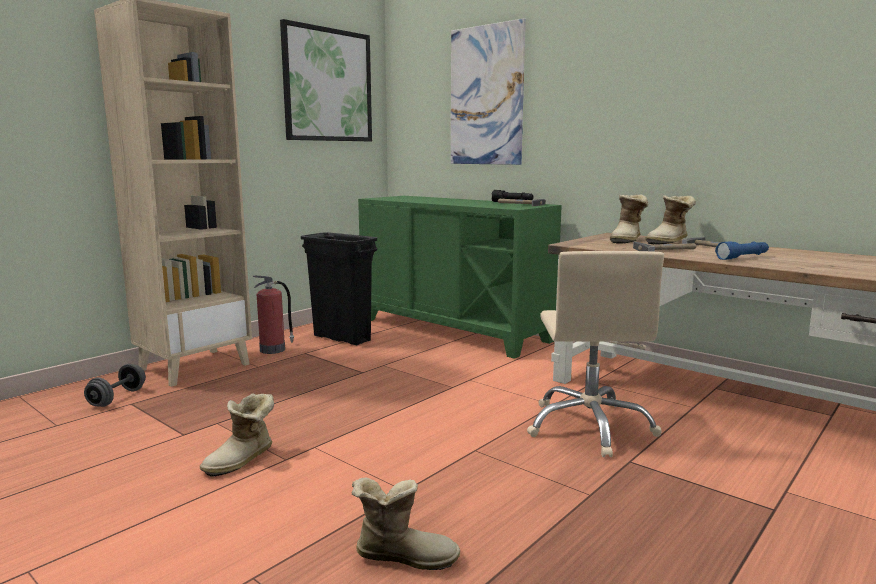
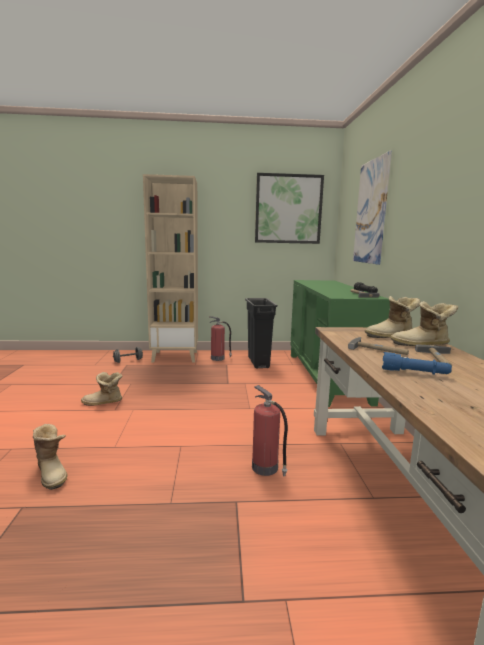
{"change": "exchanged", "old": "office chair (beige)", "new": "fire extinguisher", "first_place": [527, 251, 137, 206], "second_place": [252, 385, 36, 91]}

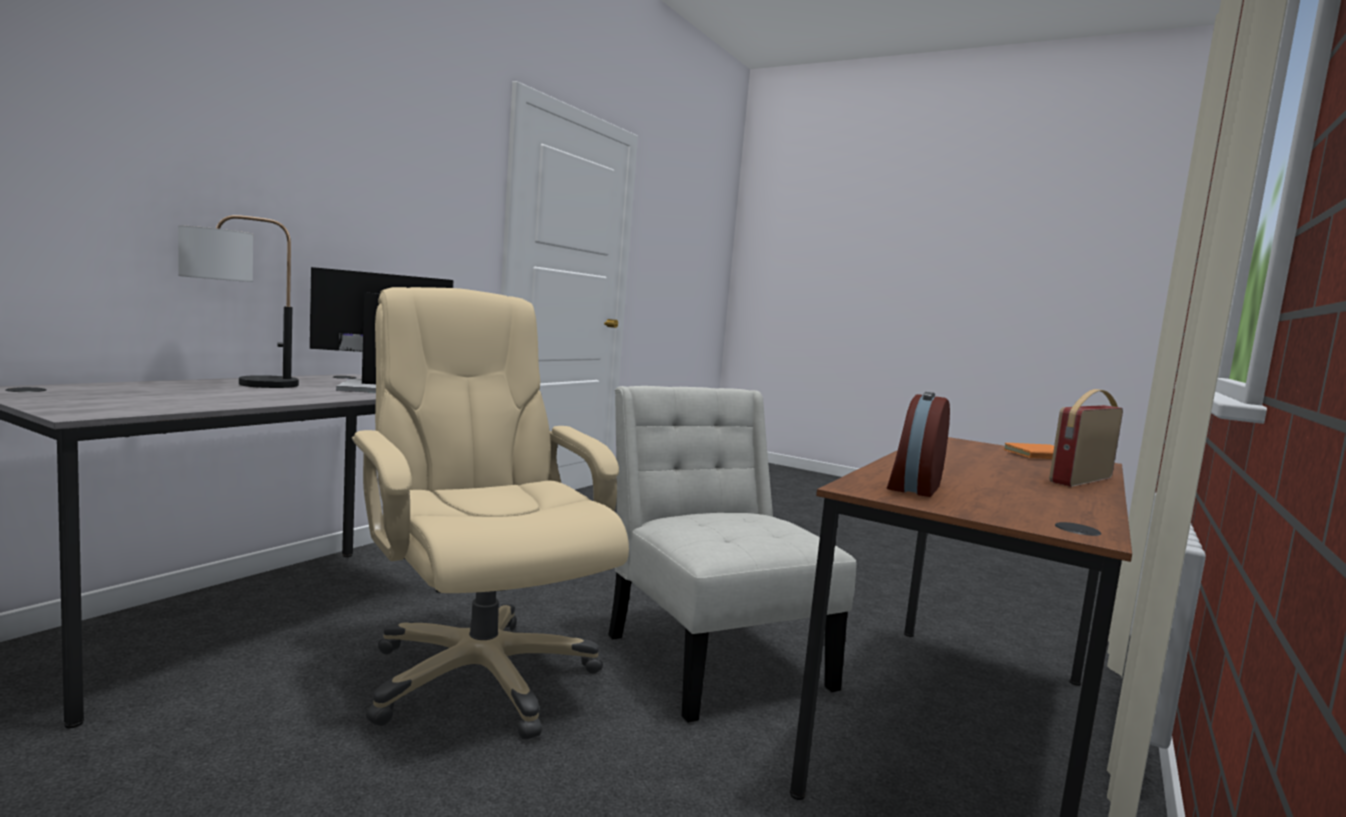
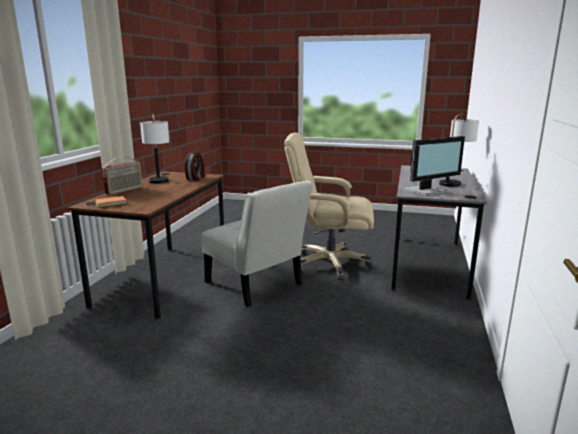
{"change": "appeared", "new": "table lamp", "second_place": [140, 114, 29, 69]}
{"change": "spun", "old": "office chair (beige)", "first_place": [352, 287, 277, 453], "second_place": [284, 132, 90, 148], "degrees": 150}

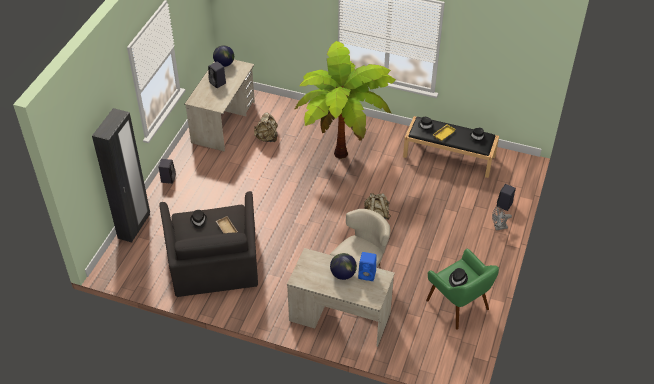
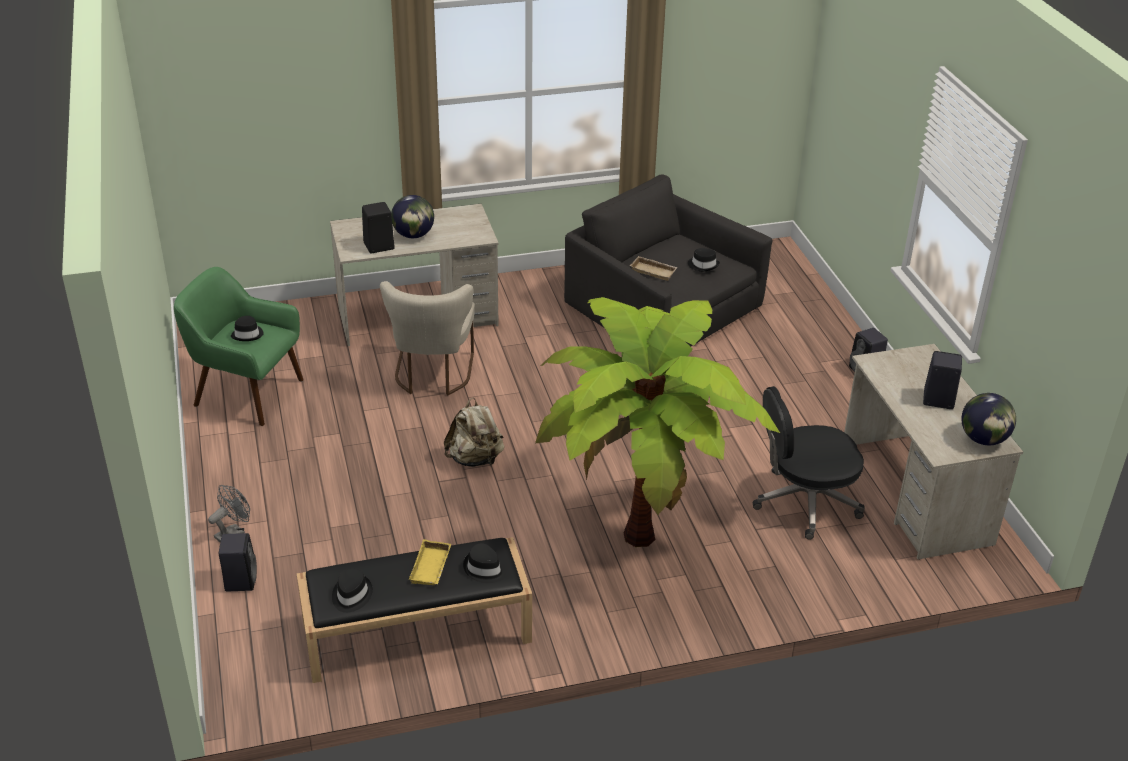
{"change": "missing", "old": "wardrobe (black)", "first_place": [92, 108, 58, 135]}
{"change": "exchanged", "old": "backpack (beige)", "new": "office chair (black)", "first_place": [254, 113, 24, 29], "second_place": [753, 386, 112, 154]}
{"change": "colour", "old": "speaker (blue)", "new": "speaker (black)", "first_place": [358, 252, 18, 29], "second_place": [362, 202, 32, 51]}

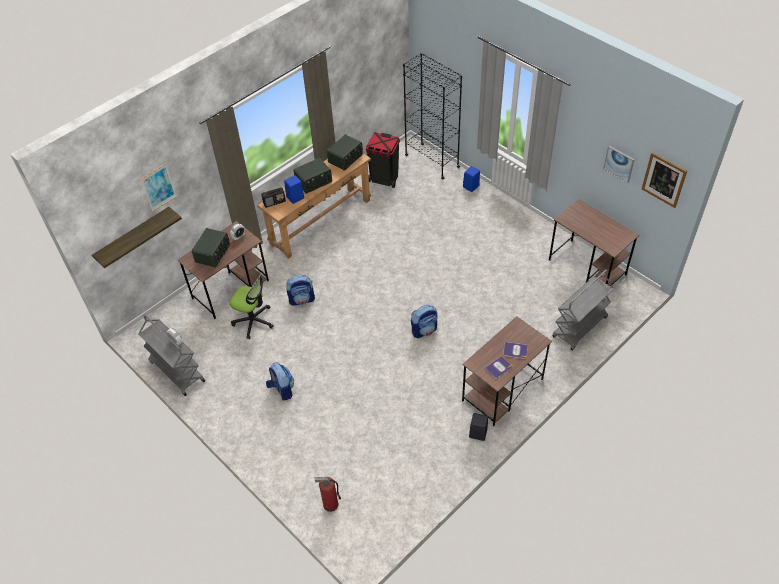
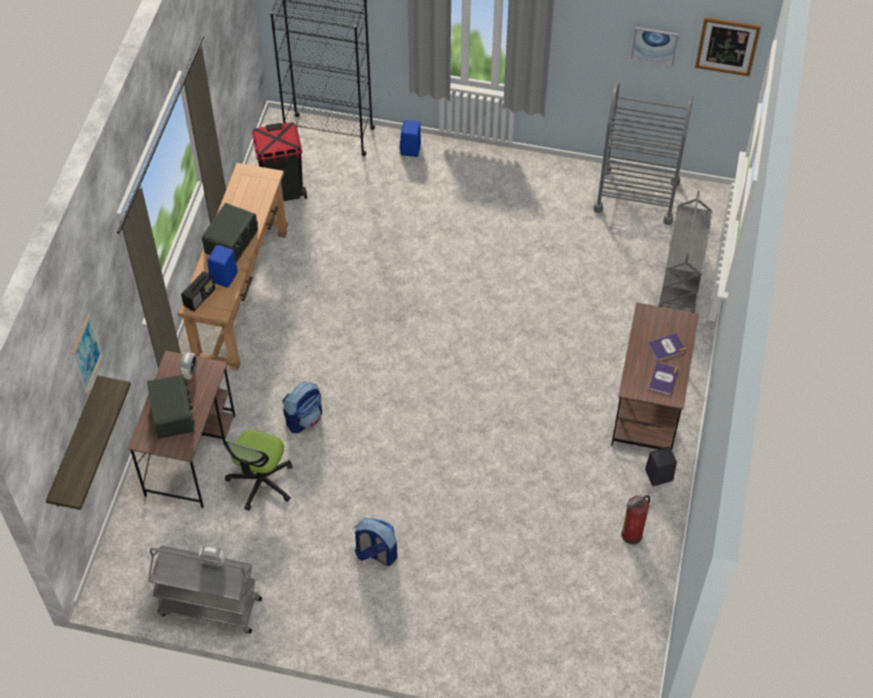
{"change": "missing", "old": "radio", "first_place": [327, 134, 36, 37]}
{"change": "missing", "old": "backpack", "first_place": [411, 305, 26, 33]}
{"change": "relocated", "old": "fire extinguisher", "first_place": [315, 477, 26, 35], "second_place": [621, 495, 29, 49]}
{"change": "exchanged", "old": "desk (brown)", "new": "cart (grey)", "first_place": [549, 199, 90, 87], "second_place": [593, 83, 100, 142]}
{"change": "spun", "old": "office chair", "first_place": [230, 274, 44, 65], "second_place": [224, 430, 69, 81], "degrees": 120}

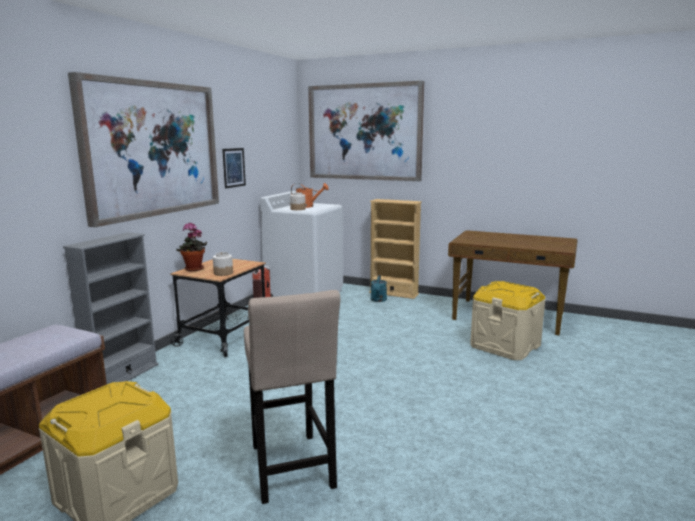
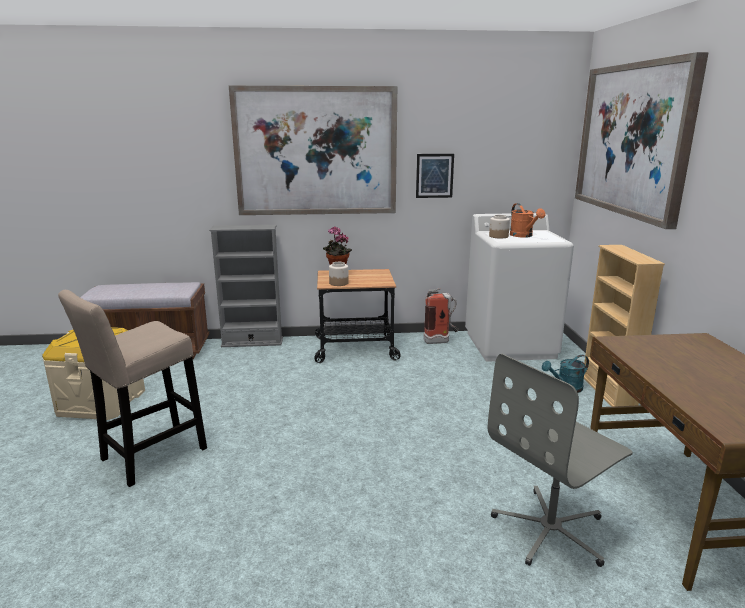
{"change": "exchanged", "old": "storage box (beige)", "new": "office chair (grey)", "first_place": [470, 281, 76, 79], "second_place": [488, 354, 145, 213]}

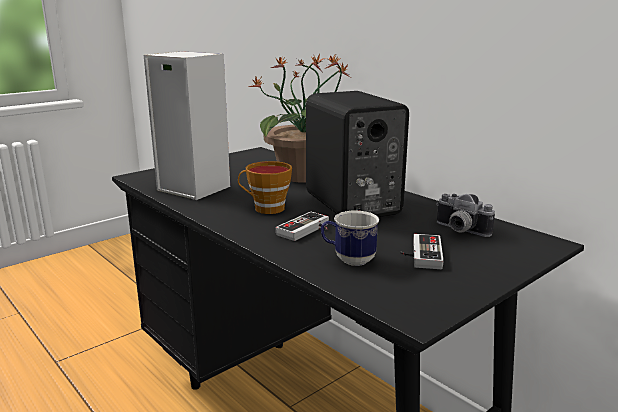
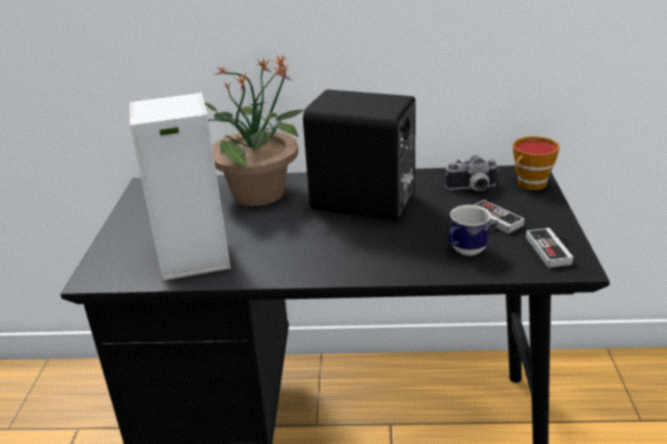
{"change": "relocated", "old": "cup", "first_place": [238, 161, 54, 53], "second_place": [513, 136, 47, 54]}
{"change": "relocated", "old": "game controller", "first_place": [276, 212, 53, 29], "second_place": [526, 228, 47, 40]}

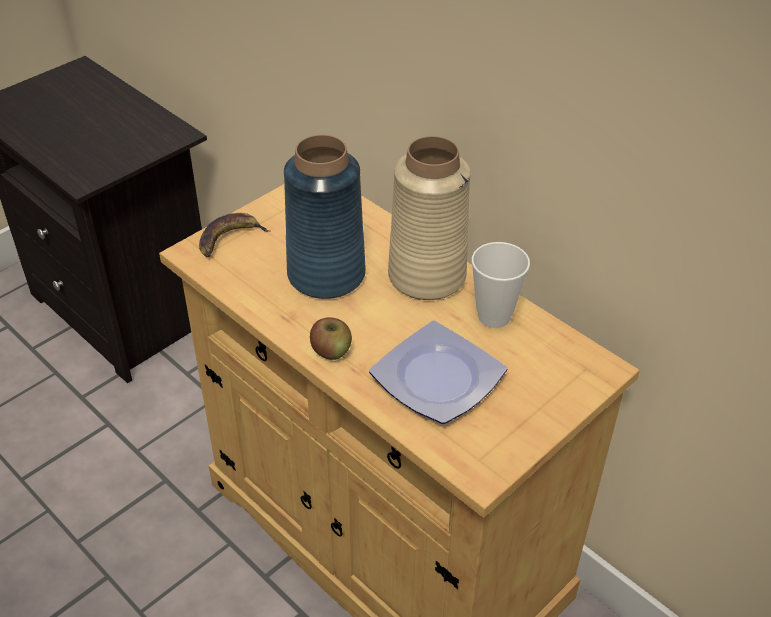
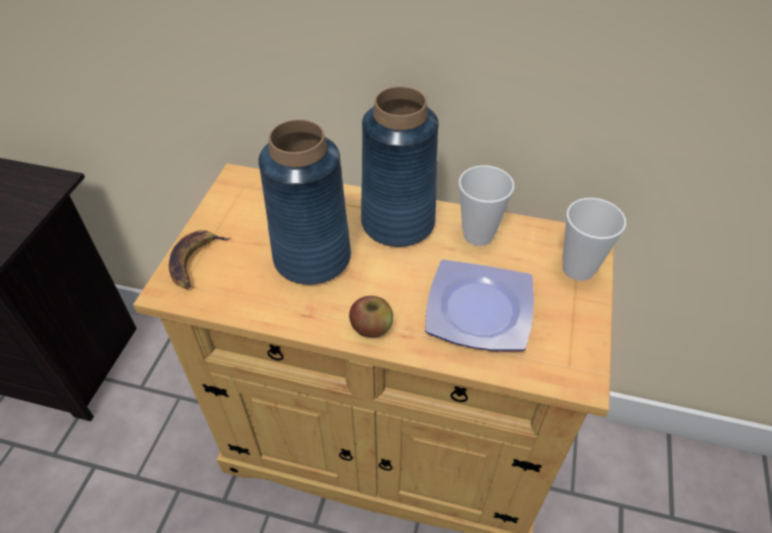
{"change": "appeared", "new": "cup", "second_place": [562, 198, 64, 83]}
{"change": "colour", "old": "vase (beige)", "new": "vase (blue)", "first_place": [388, 136, 83, 164], "second_place": [361, 86, 78, 161]}

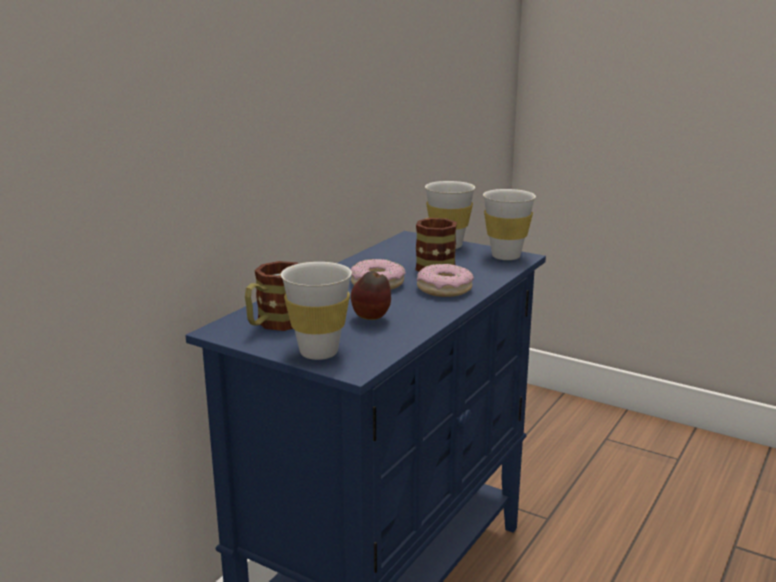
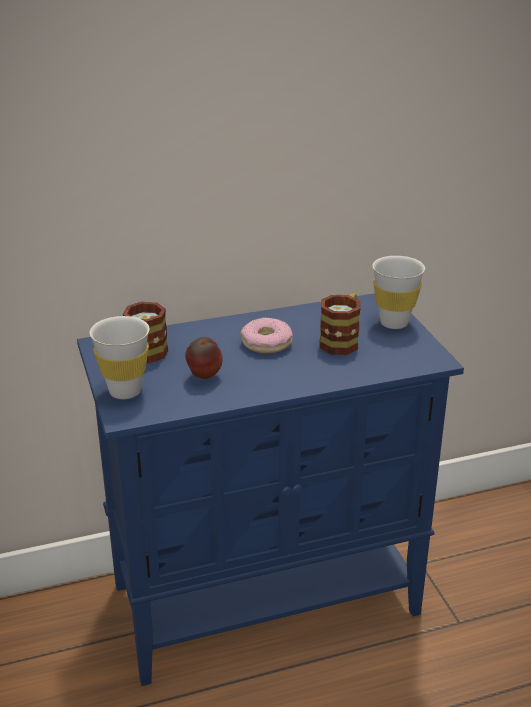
{"change": "missing", "old": "donut", "first_place": [417, 264, 57, 33]}
{"change": "missing", "old": "cup (white)", "first_place": [483, 189, 53, 71]}

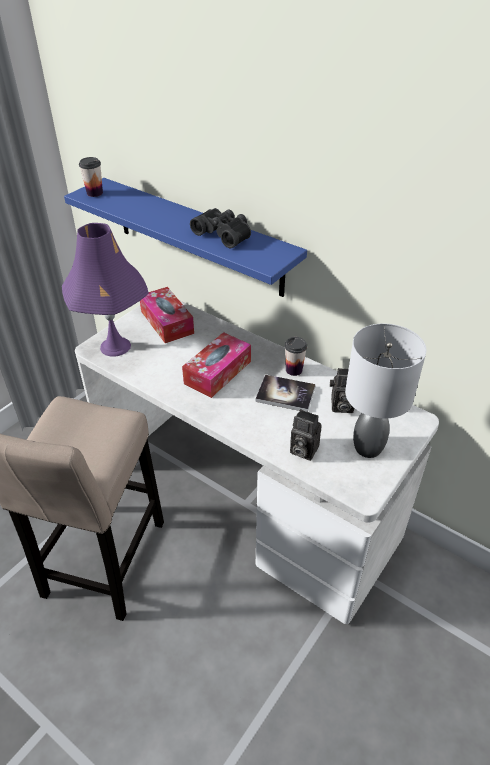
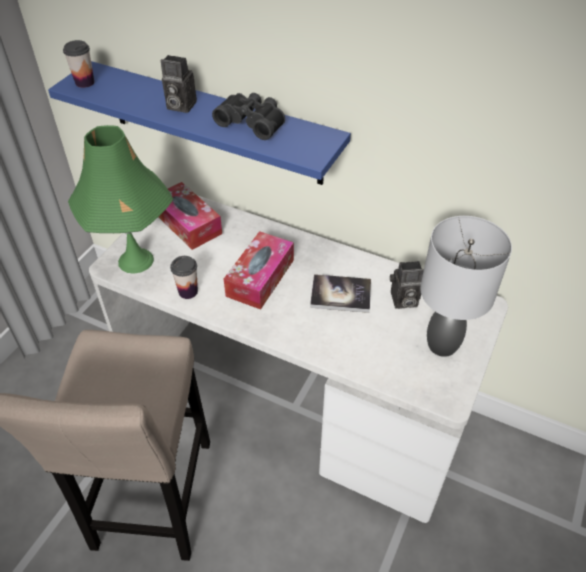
{"change": "relocated", "old": "cup", "first_place": [284, 337, 23, 39], "second_place": [170, 256, 28, 43]}
{"change": "relocated", "old": "photo camera", "first_place": [290, 409, 32, 52], "second_place": [161, 55, 36, 58]}
{"change": "colour", "old": "table lamp (purple)", "new": "table lamp (green)", "first_place": [62, 223, 87, 134], "second_place": [68, 125, 105, 149]}

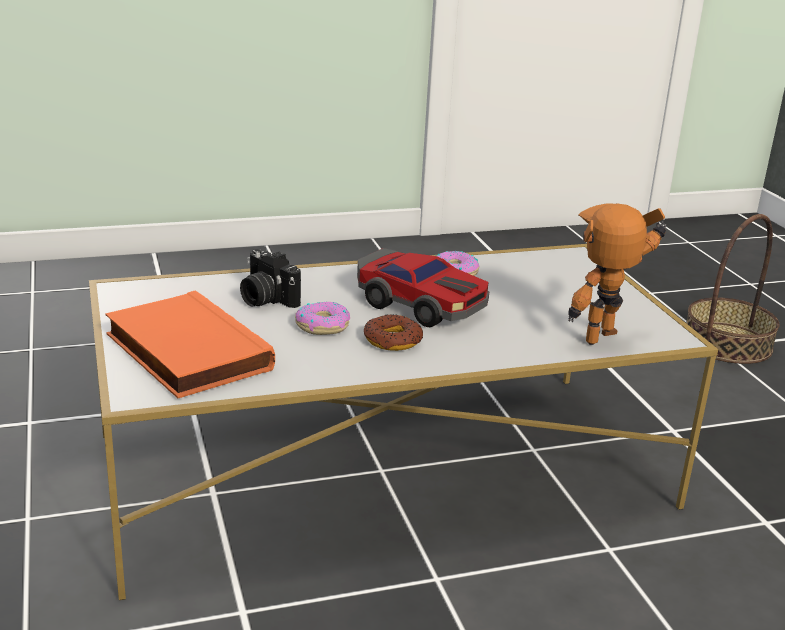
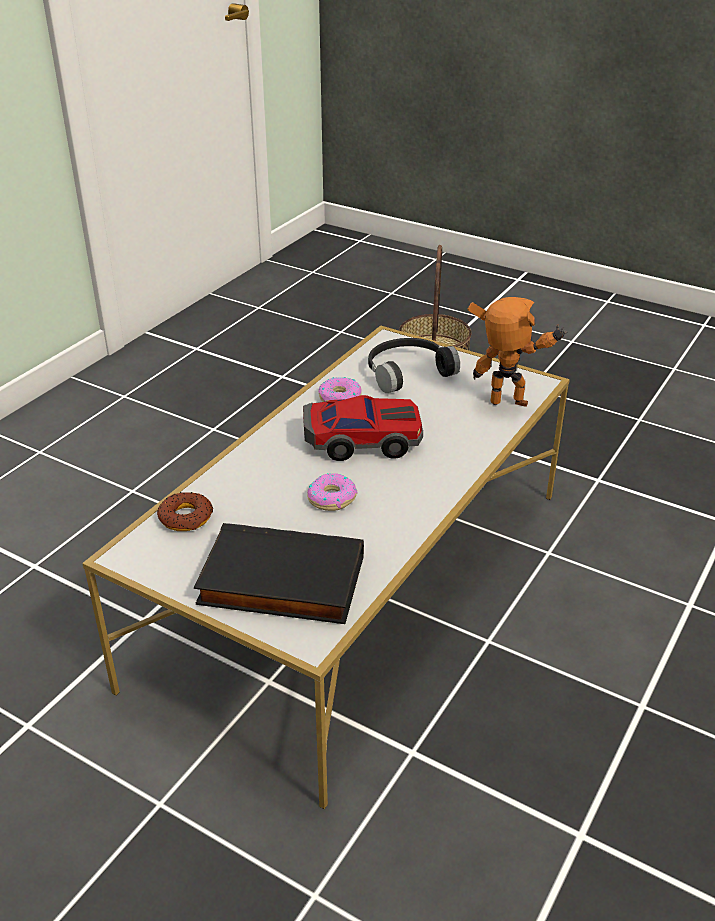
{"change": "missing", "old": "photo camera", "first_place": [240, 249, 61, 59]}
{"change": "appeared", "new": "headphones (black)", "second_place": [368, 338, 92, 55]}
{"change": "relocated", "old": "donut", "first_place": [364, 314, 59, 37], "second_place": [157, 492, 56, 39]}
{"change": "colour", "old": "book (orange)", "new": "book (black)", "first_place": [105, 290, 170, 108], "second_place": [194, 523, 170, 101]}
{"change": "spun", "old": "toy robot", "first_place": [568, 203, 98, 142], "second_place": [468, 297, 99, 110], "degrees": 90}

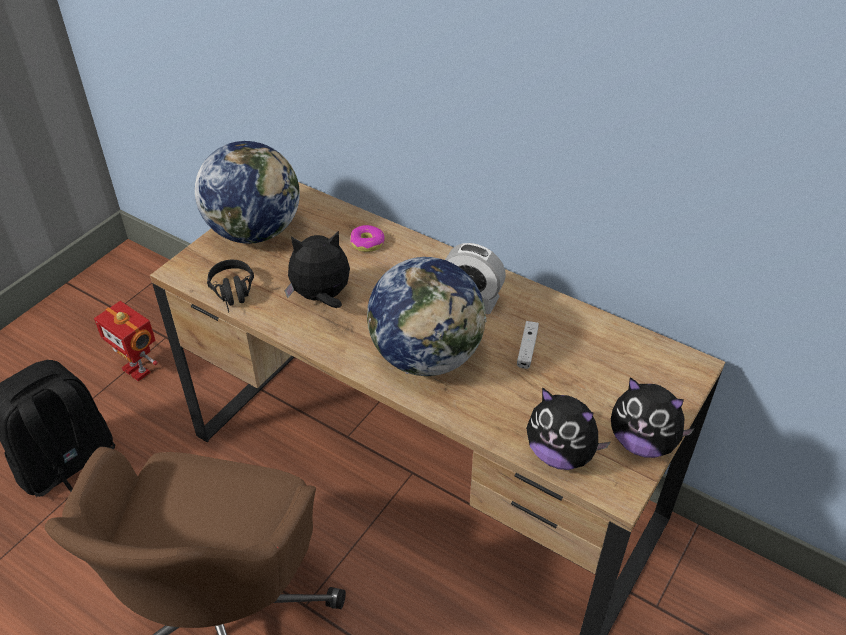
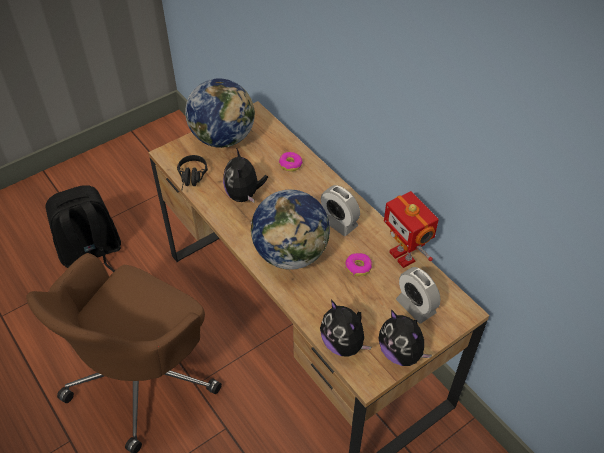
{"change": "appeared", "new": "alarm clock", "second_place": [396, 267, 44, 57]}
{"change": "relocated", "old": "toy robot", "first_place": [94, 301, 64, 80], "second_place": [384, 191, 55, 77]}
{"change": "exchanged", "old": "game controller (white)", "new": "donut", "first_place": [517, 321, 22, 48], "second_place": [345, 253, 27, 23]}
{"change": "spun", "old": "plush toy", "first_place": [284, 231, 66, 77], "second_place": [223, 148, 45, 55], "degrees": -105}

